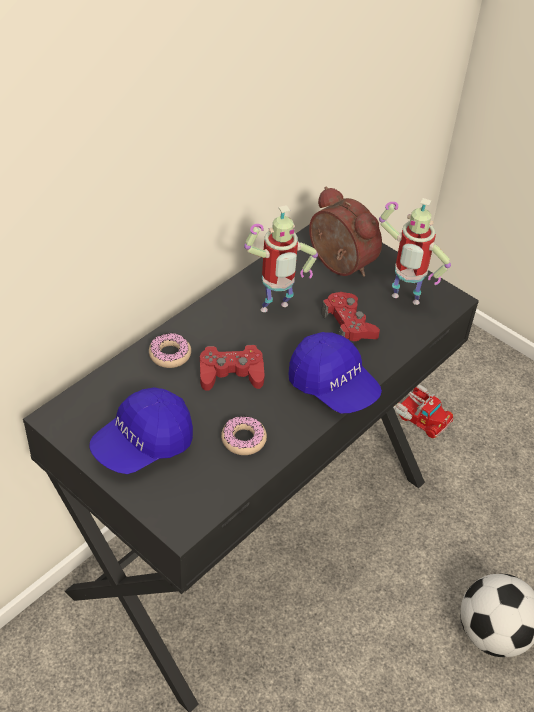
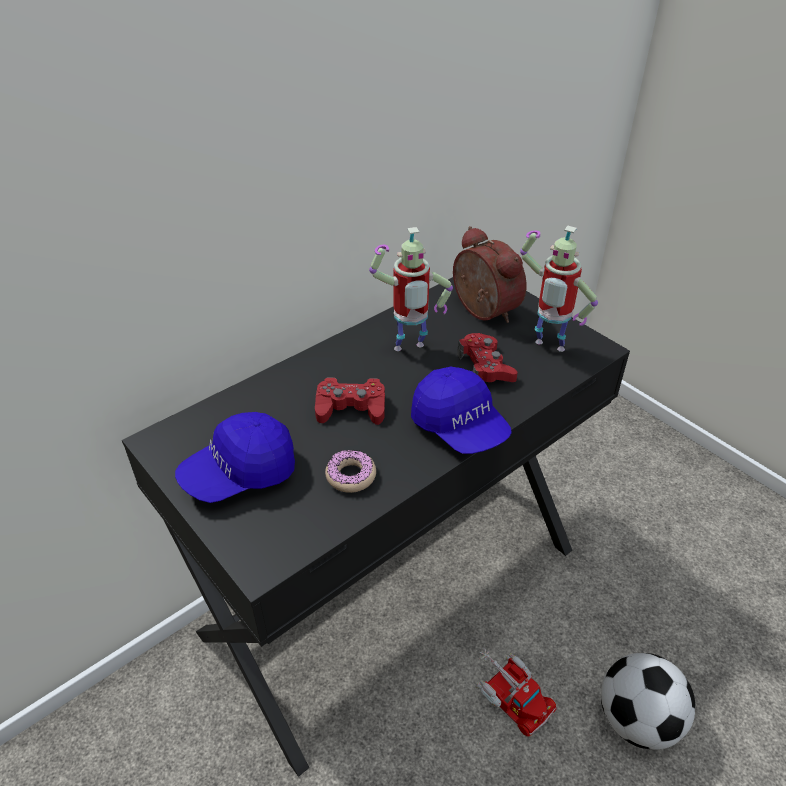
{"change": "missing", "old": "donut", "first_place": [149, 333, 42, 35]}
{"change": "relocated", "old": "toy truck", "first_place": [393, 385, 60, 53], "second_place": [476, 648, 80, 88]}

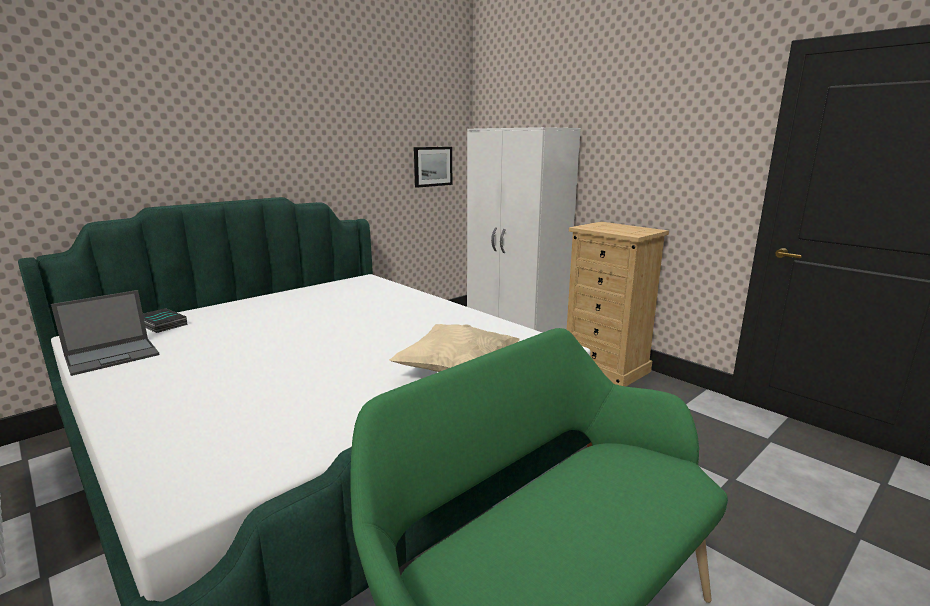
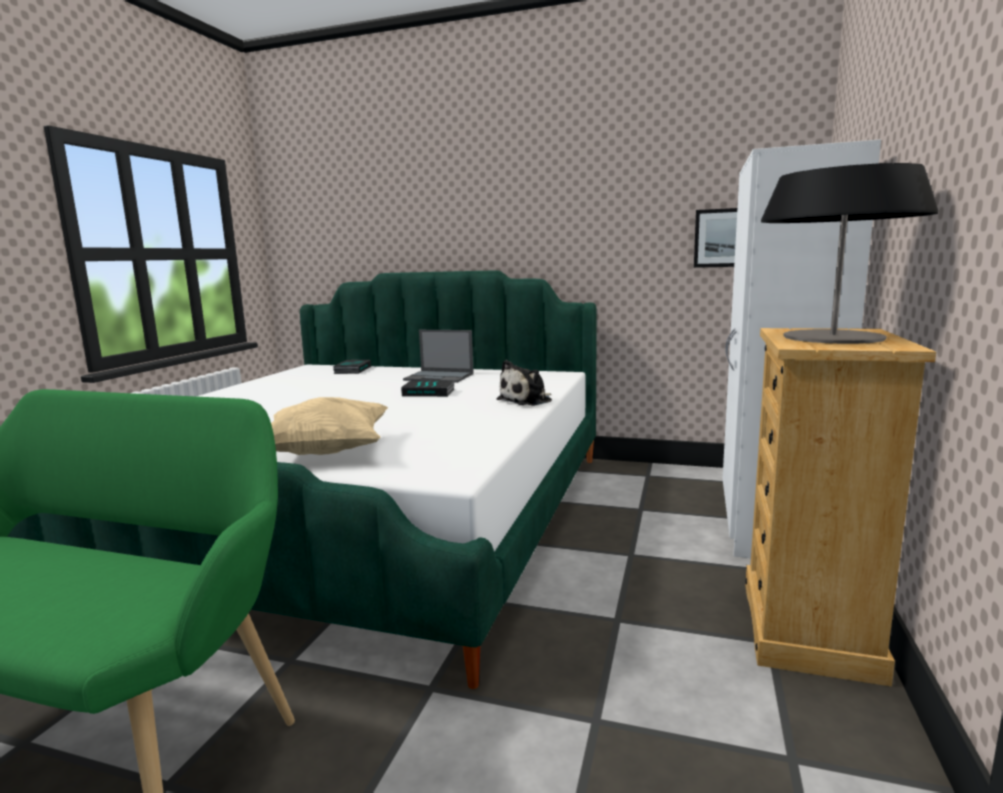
{"change": "appeared", "new": "book", "second_place": [401, 381, 54, 16]}
{"change": "appeared", "new": "plush toy", "second_place": [496, 360, 56, 46]}
{"change": "appeared", "new": "table lamp", "second_place": [761, 163, 177, 181]}
{"change": "relocated", "old": "laptop", "first_place": [51, 290, 109, 86], "second_place": [403, 330, 71, 53]}

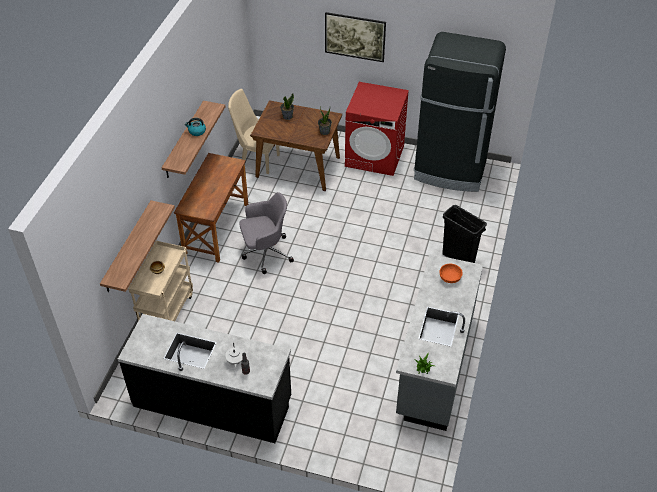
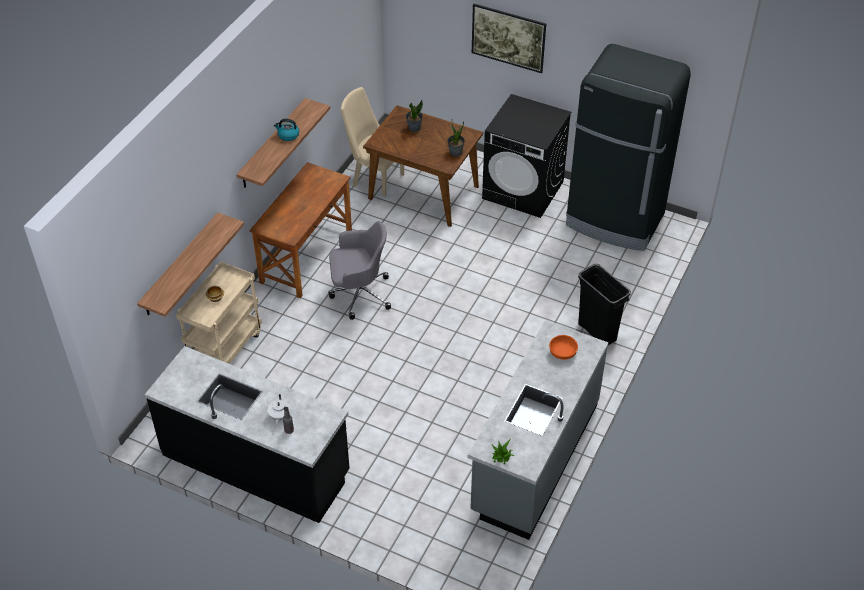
{"change": "colour", "old": "washing machine (red)", "new": "washing machine (black)", "first_place": [345, 82, 64, 94], "second_place": [482, 94, 89, 124]}

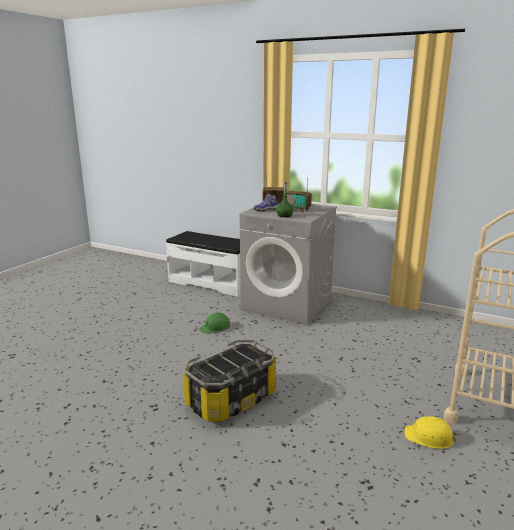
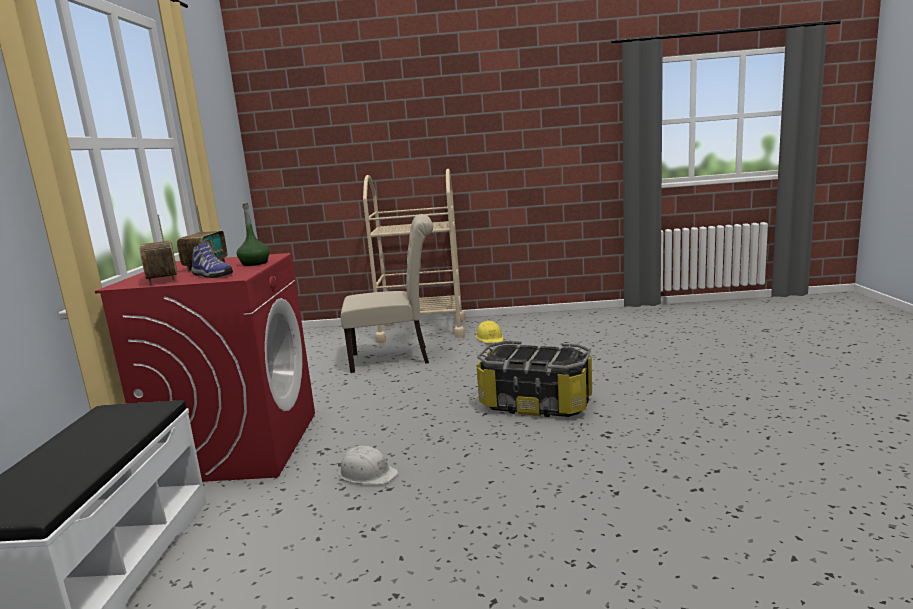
{"change": "appeared", "new": "chair (beige)", "second_place": [341, 214, 92, 159]}
{"change": "colour", "old": "hard hat (green)", "new": "hard hat (white)", "first_place": [199, 313, 31, 21], "second_place": [338, 446, 61, 38]}
{"change": "colour", "old": "washing machine (grey)", "new": "washing machine (red)", "first_place": [240, 204, 97, 121], "second_place": [95, 253, 220, 229]}

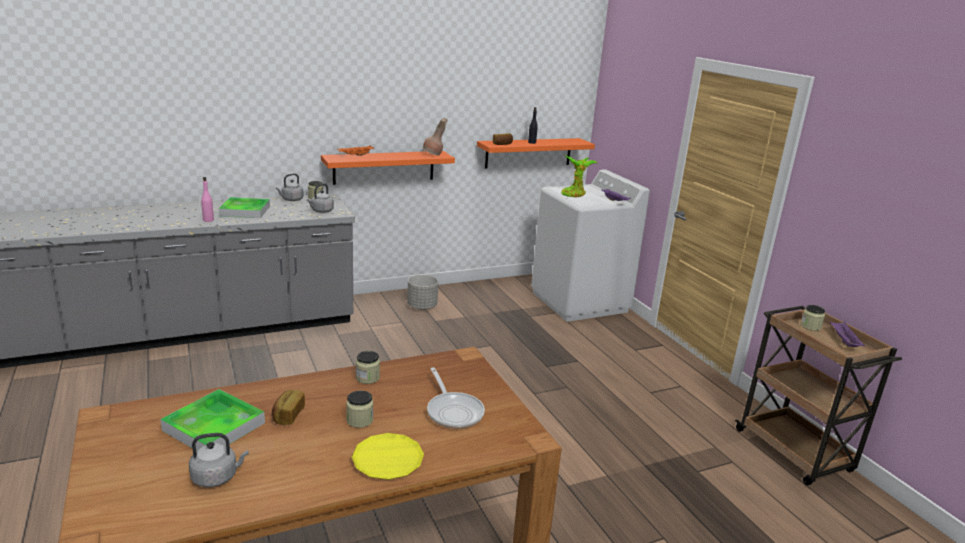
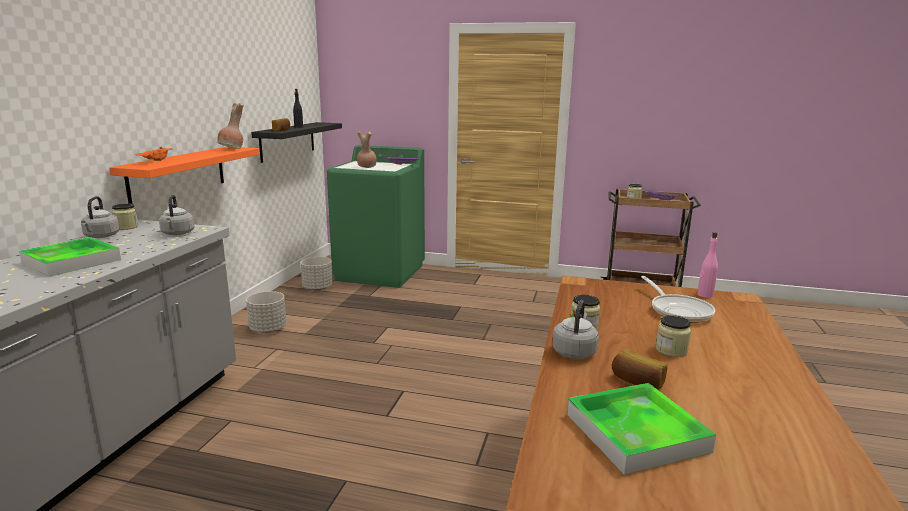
{"change": "missing", "old": "plate (yellow)", "first_place": [351, 433, 73, 47]}
{"change": "appeared", "new": "planter (grey)", "second_place": [301, 257, 32, 34]}
{"change": "relocated", "old": "kettle (grey)", "first_place": [189, 433, 60, 54], "second_place": [552, 300, 47, 59]}
{"change": "relocated", "old": "bottle (pink)", "first_place": [201, 177, 13, 45], "second_place": [697, 232, 21, 66]}
{"change": "exchanged", "old": "potted plant", "new": "vase (brown)", "first_place": [561, 155, 36, 42], "second_place": [357, 131, 20, 37]}
{"change": "colour", "old": "shelf (orange)", "new": "shelf (black)", "first_place": [477, 138, 118, 31], "second_place": [251, 122, 91, 41]}
{"change": "colour", "old": "washing machine (white)", "new": "washing machine (green)", "first_place": [531, 170, 119, 152], "second_place": [327, 145, 98, 143]}
{"change": "spun", "old": "frying pan", "first_place": [427, 367, 58, 62], "second_place": [641, 276, 74, 47], "degrees": 60}

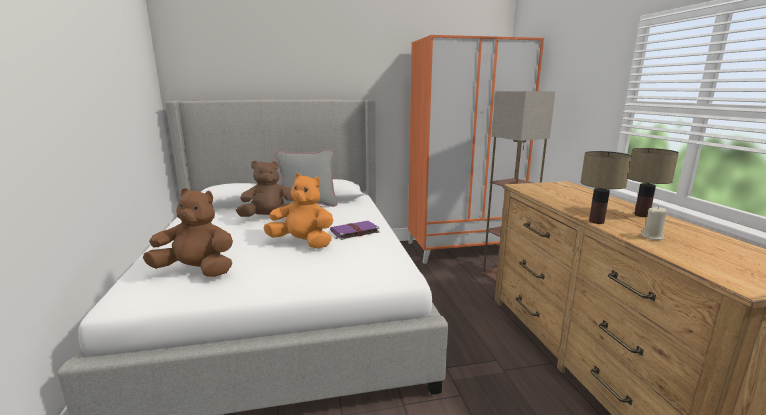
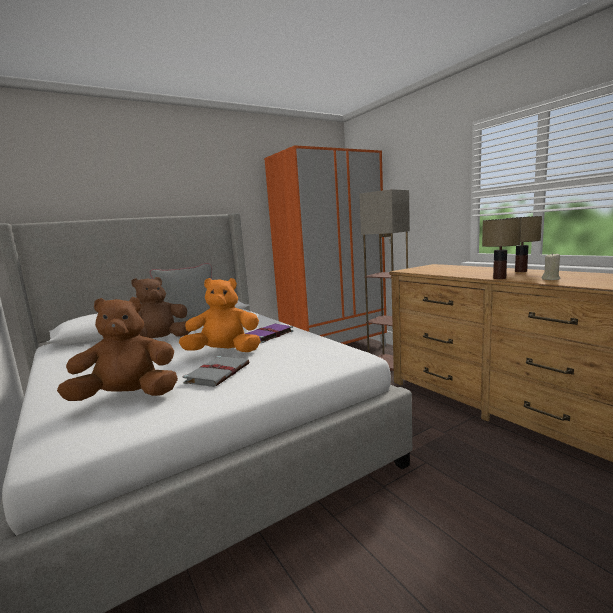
{"change": "appeared", "new": "book (grey)", "second_place": [182, 356, 67, 31]}

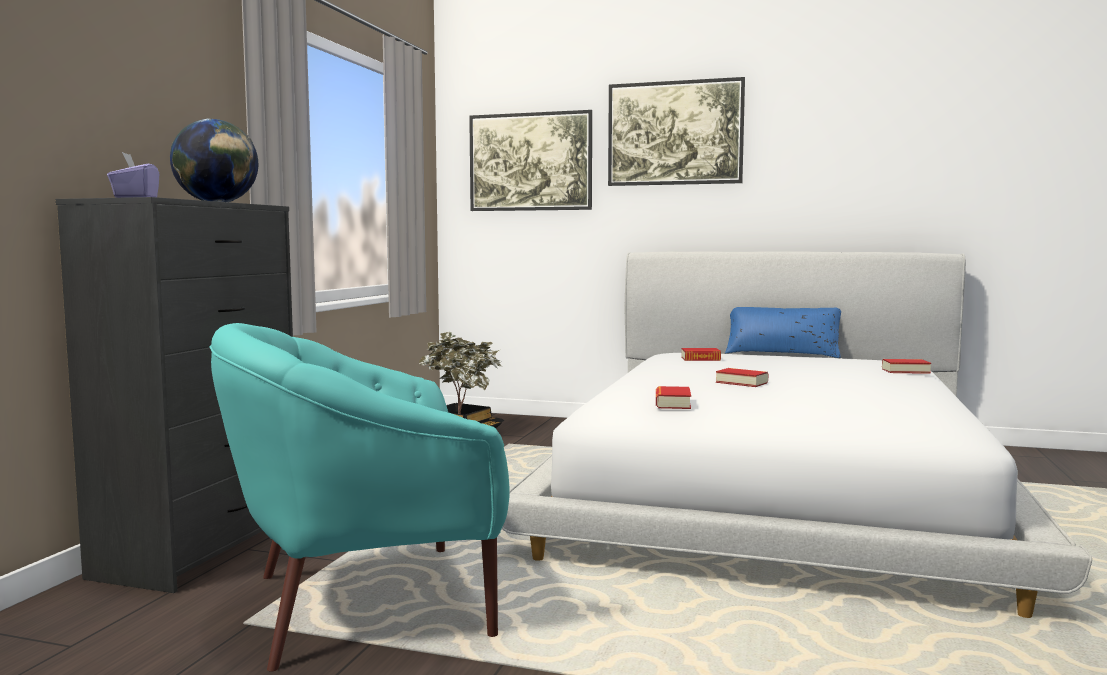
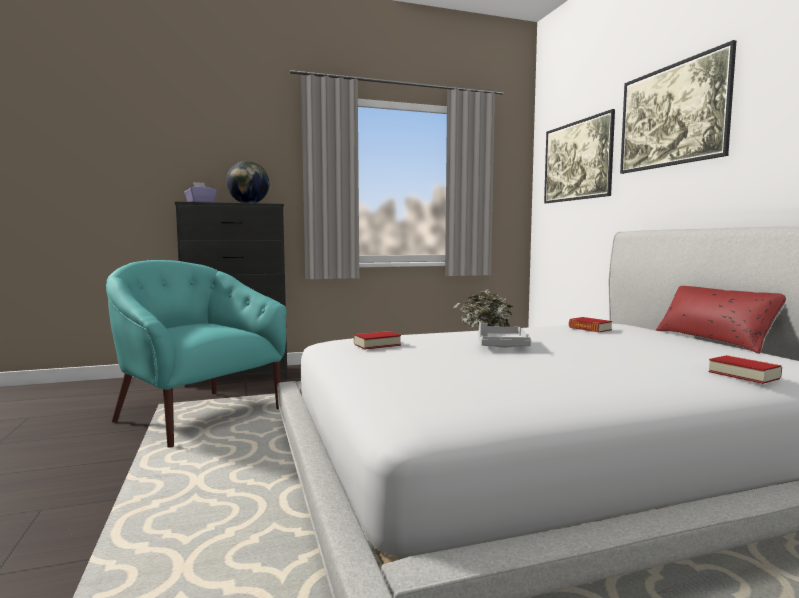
{"change": "exchanged", "old": "book", "new": "tray (grey)", "first_place": [716, 368, 52, 19], "second_place": [478, 321, 53, 27]}
{"change": "colour", "old": "pillow (blue)", "new": "pillow (red)", "first_place": [725, 307, 116, 51], "second_place": [656, 286, 130, 68]}

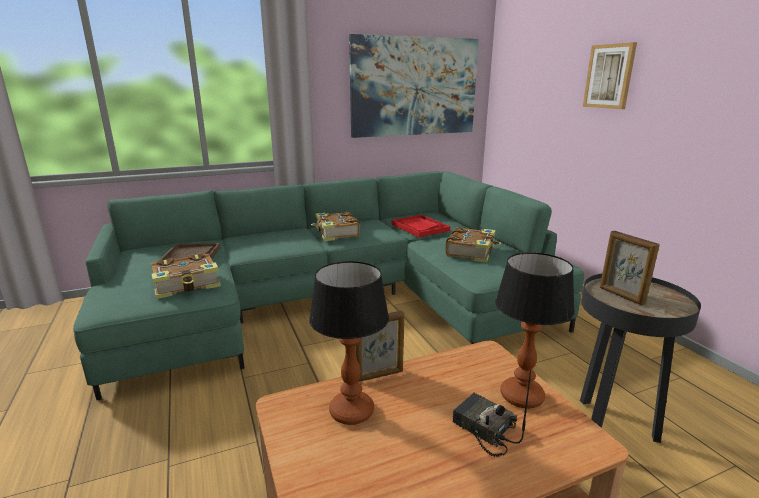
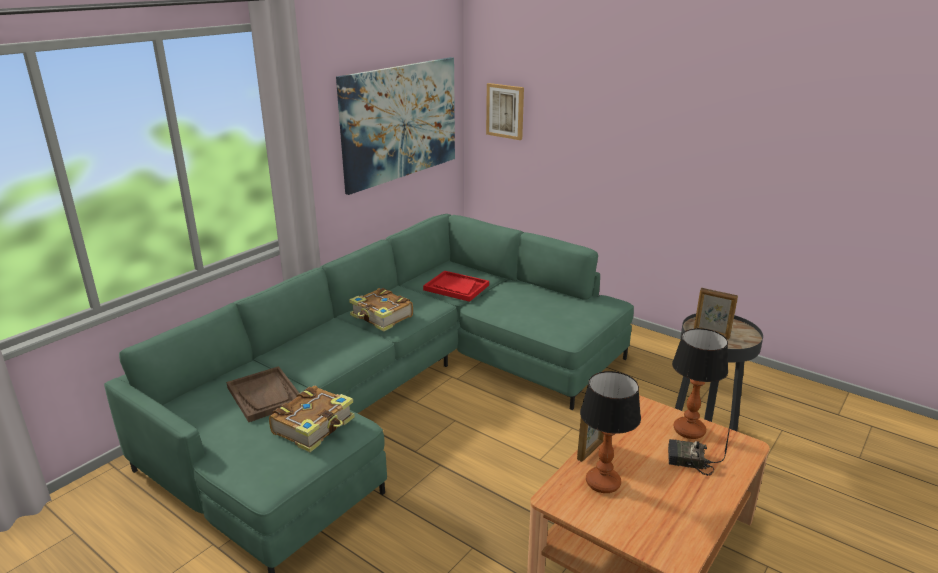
{"change": "missing", "old": "book", "first_place": [446, 227, 55, 36]}
{"change": "relocated", "old": "picture", "first_place": [583, 42, 54, 67], "second_place": [486, 83, 38, 57]}

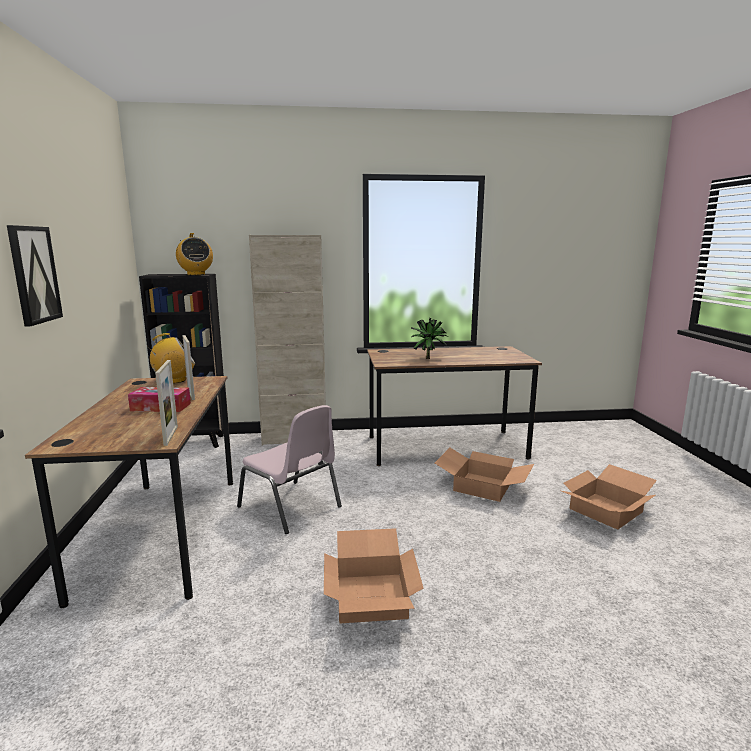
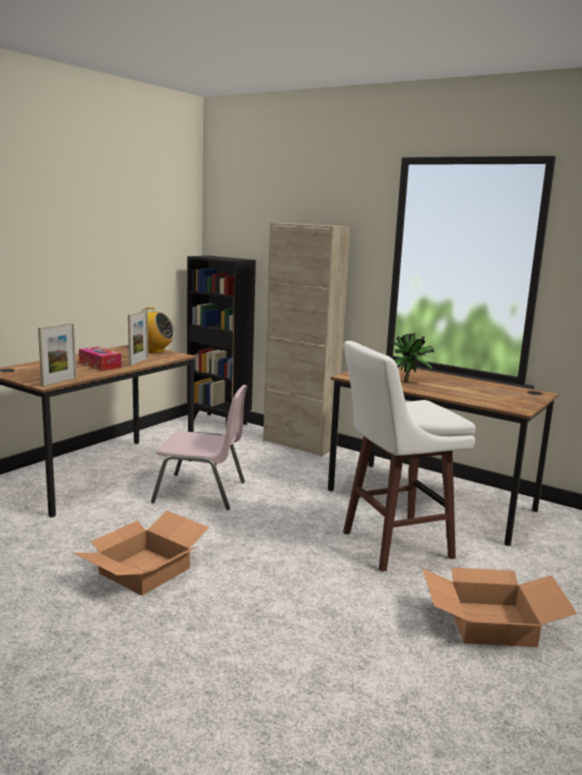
{"change": "missing", "old": "picture", "first_place": [7, 225, 56, 101]}
{"change": "missing", "old": "radio", "first_place": [176, 233, 37, 42]}
{"change": "exchanged", "old": "cardboard box", "new": "stool (white)", "first_place": [435, 448, 99, 54], "second_place": [343, 341, 133, 231]}
{"change": "spun", "old": "chair (pink)", "first_place": [237, 405, 105, 129], "second_place": [151, 384, 97, 126], "degrees": -75}

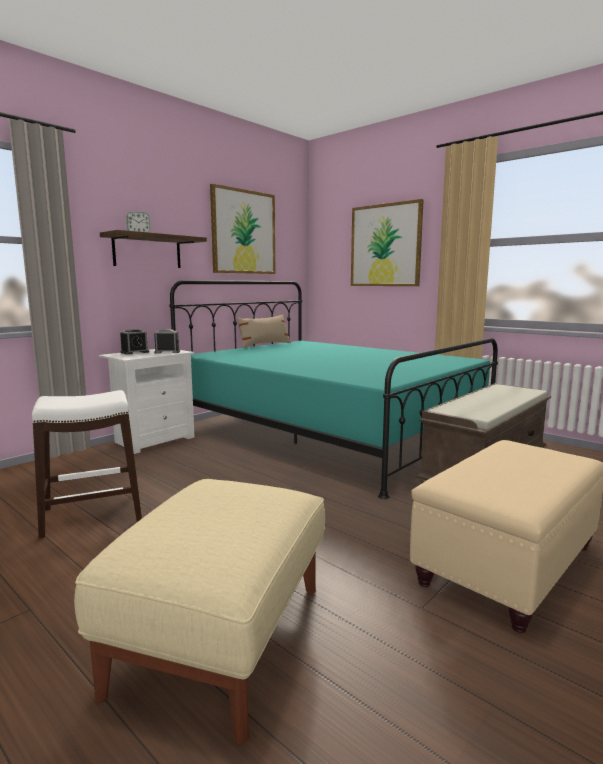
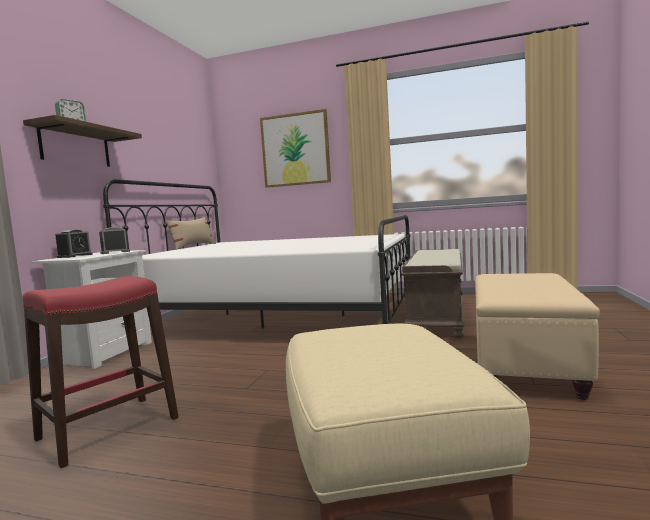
{"change": "missing", "old": "picture", "first_place": [210, 184, 66, 90]}
{"change": "colour", "old": "stool (white)", "new": "stool (red)", "first_place": [32, 390, 110, 148], "second_place": [22, 276, 157, 192]}
{"change": "colour", "old": "bed (turquoise)", "new": "bed (white)", "first_place": [169, 280, 329, 219], "second_place": [103, 179, 307, 150]}

